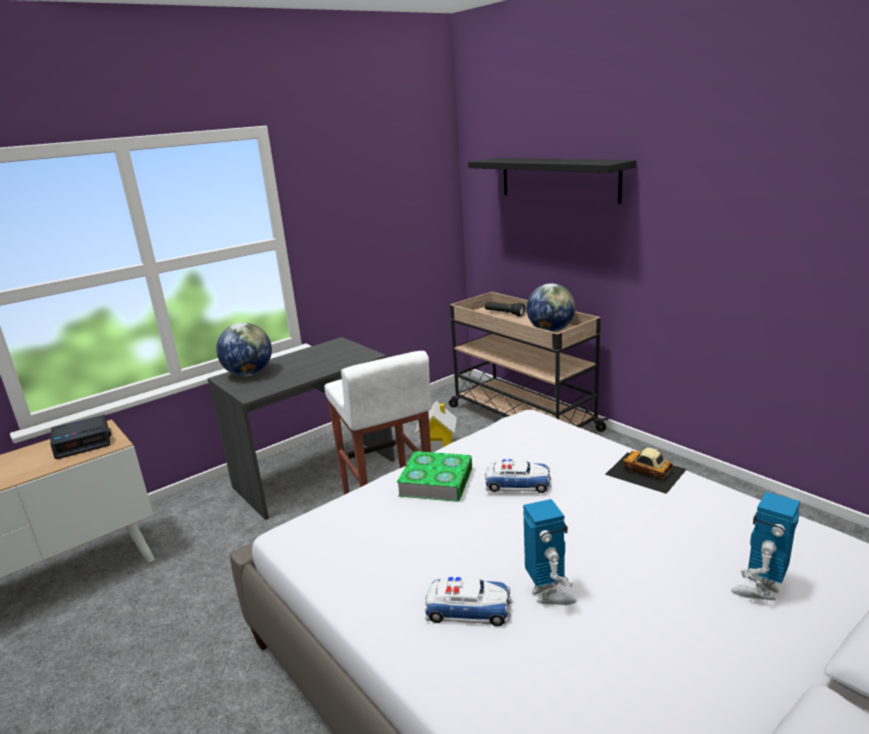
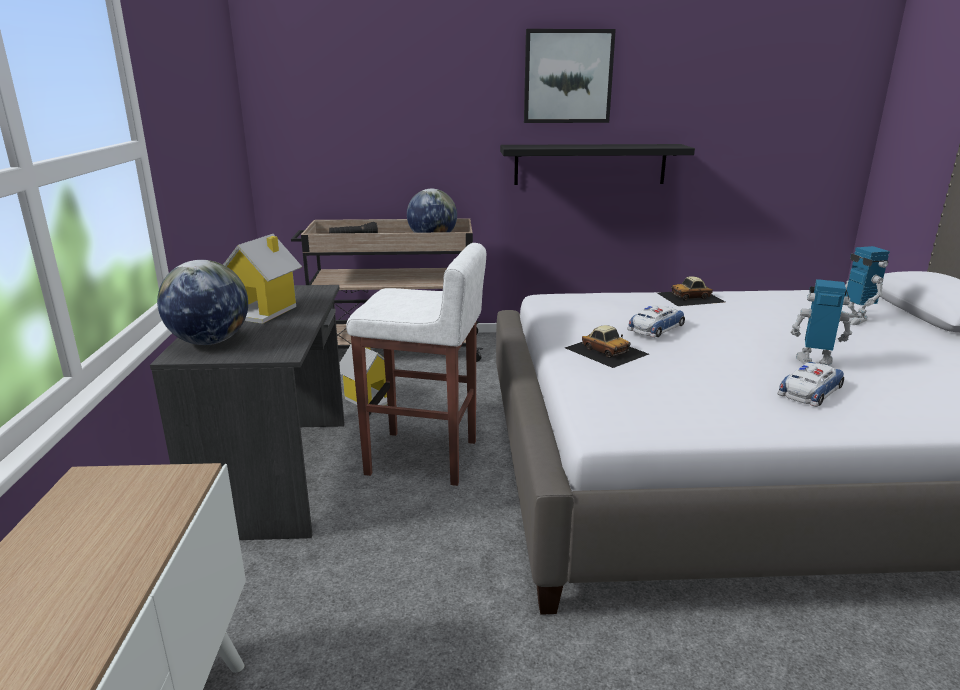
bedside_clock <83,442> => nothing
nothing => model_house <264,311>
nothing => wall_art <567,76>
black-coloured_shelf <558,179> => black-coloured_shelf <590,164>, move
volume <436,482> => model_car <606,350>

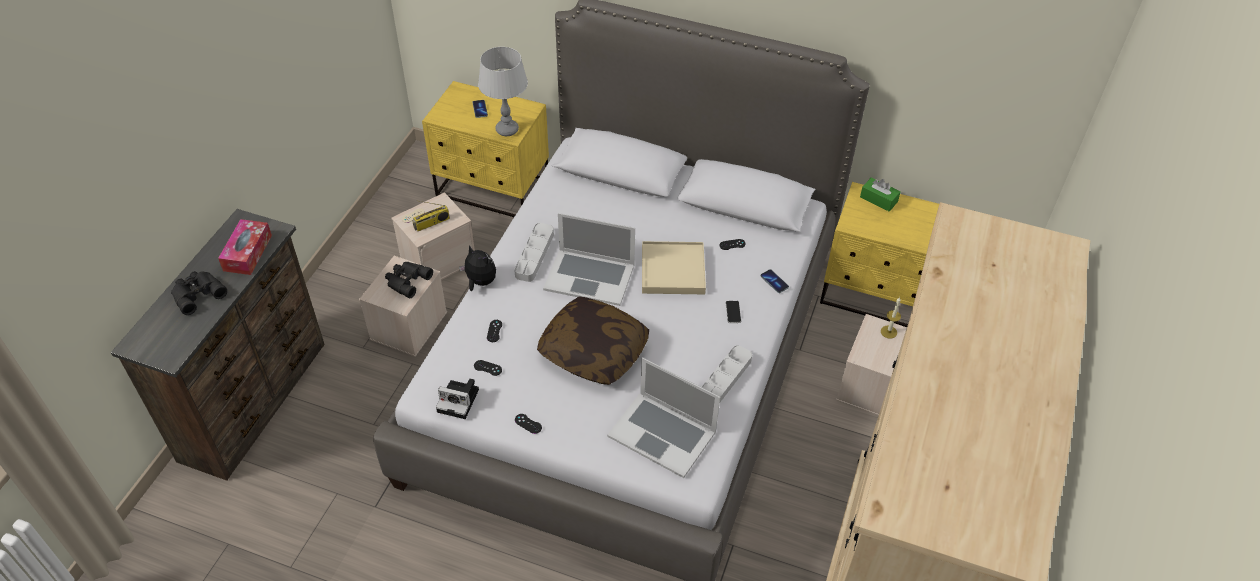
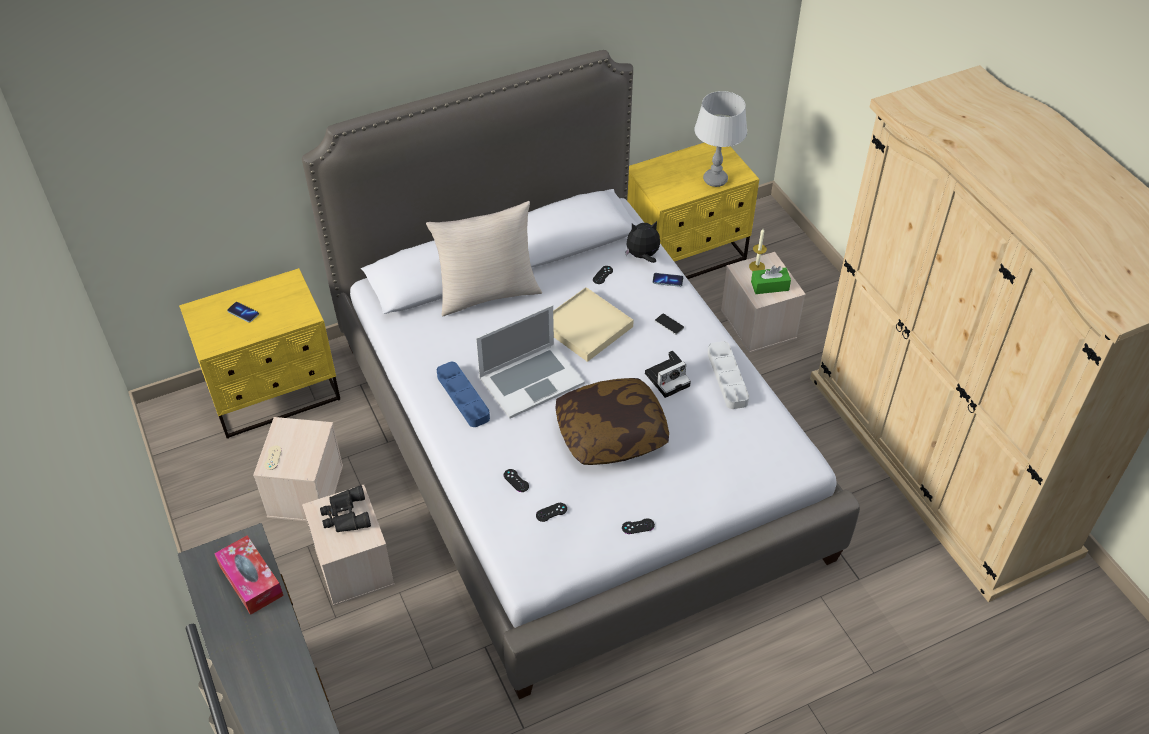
black-coloured_binoculars <197,293> => nothing
radio_receiver <431,223> => nothing
notebook_computer <662,433> => nothing
nothing => beige-coloured_throw_pillow <487,293>
photo_camera <460,400> => photo_camera <668,378>, move
soft_toy <480,282> => soft_toy <642,256>, move
gray_tabletop_lamp <507,129> => gray_tabletop_lamp <715,180>, move
greenish_tissue_holder <878,199> => greenish_tissue_holder <769,286>, move
gray_serving_tray <534,255> => blue-coloured_serving_tray <463,397>

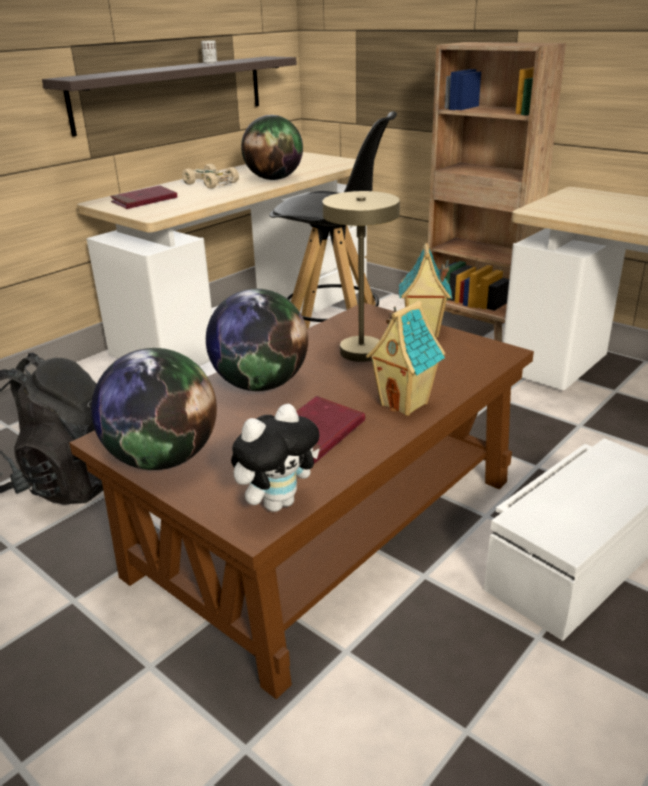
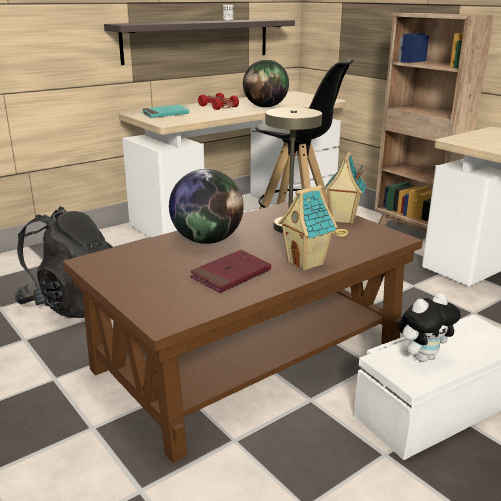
globe <163,459> => nothing
soft_toy <278,502> => soft_toy <423,356>, move
red-coloured_volume <144,201> => turquoise-coloured_volume <165,114>
beige-coloured_model_car <212,183> => red-coloured_model_car <219,107>

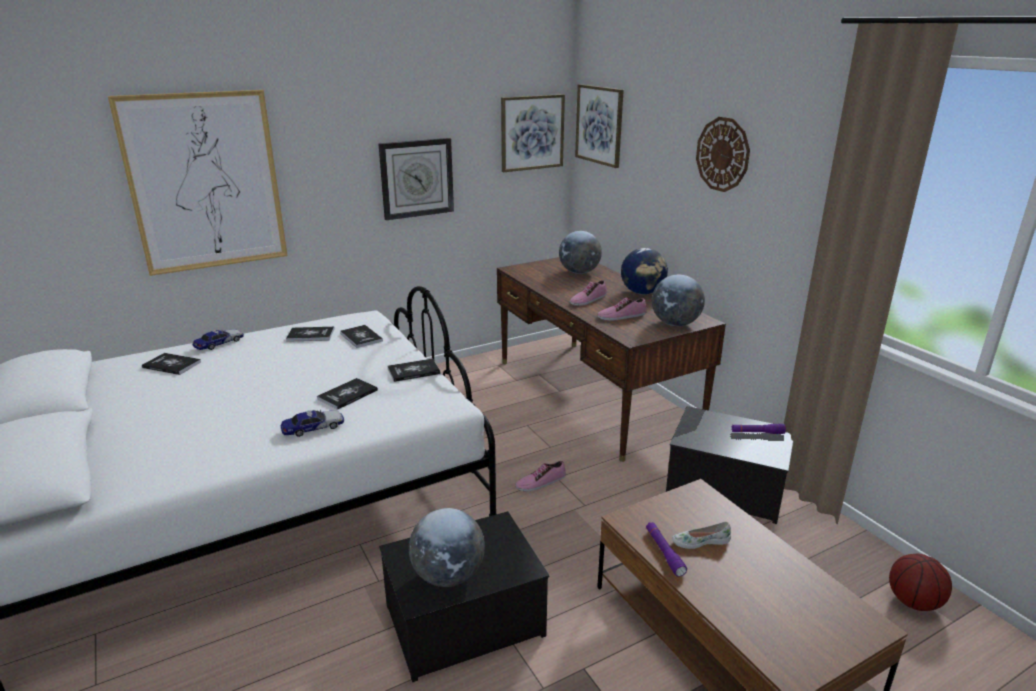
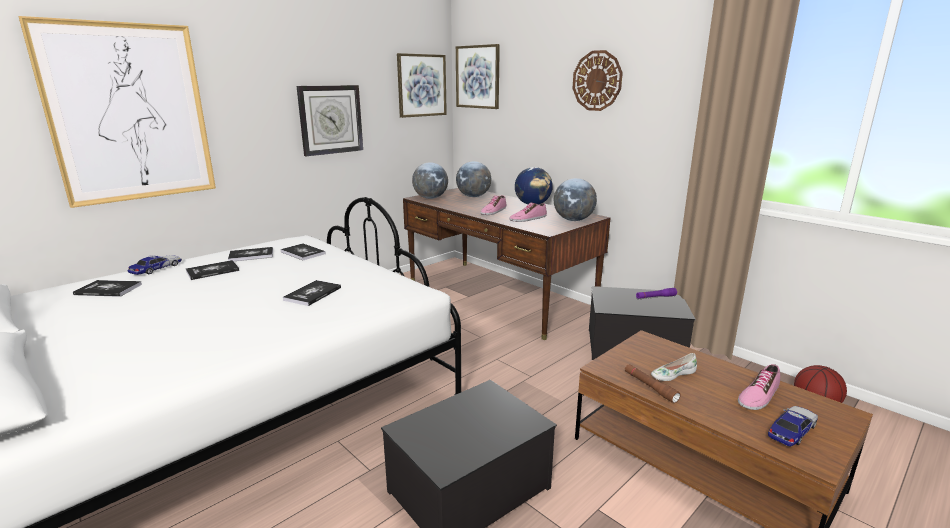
model_car <313,428> => model_car <792,431>, move
volume <413,371> => volume <212,271>, move
globe <448,575> => globe <430,198>, move
low_shoe <540,482> => low_shoe <758,395>, move
purple_torch <664,552> => brown_torch <650,387>

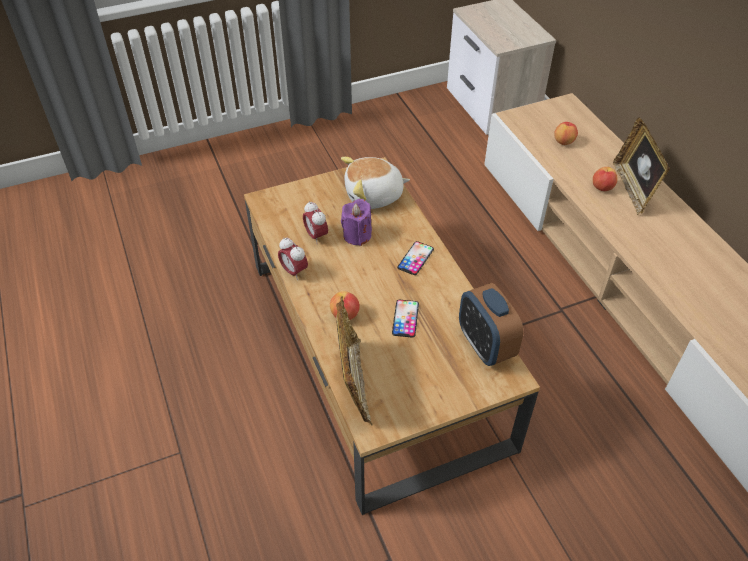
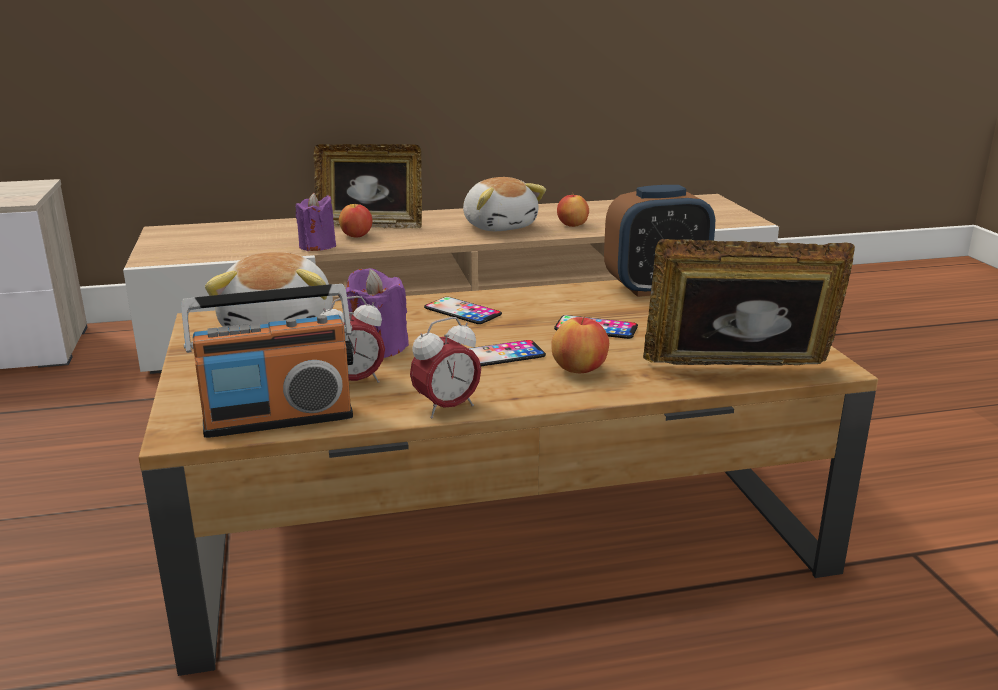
nothing => radio_receiver <278,419>
nothing => purple_wax_light <317,246>
nothing => soft_toy <500,226>
nothing => phone <500,355>
whole_apple <563,142> => whole_apple <572,225>, move

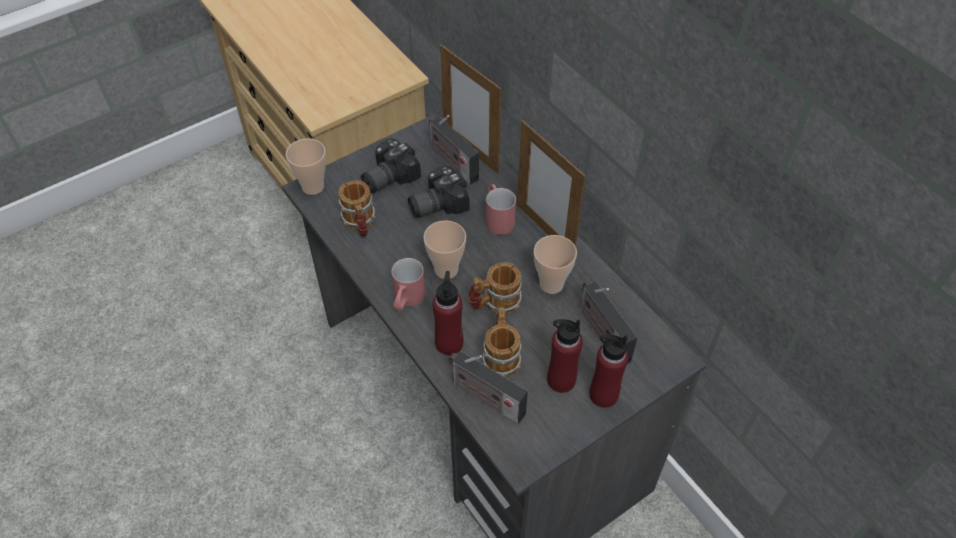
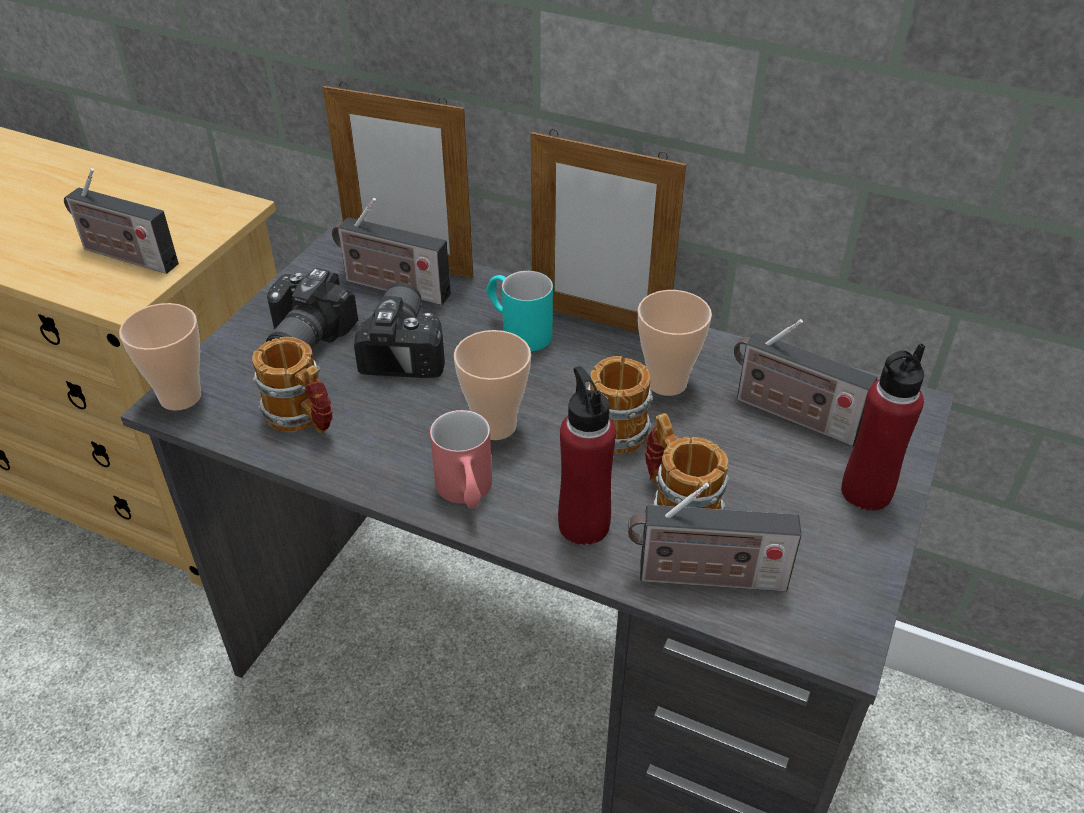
red-coloured_beverage_bottle <561,380> => nothing
nothing => radio_receiver <125,256>
red-coloured_mug <497,218> => turquoise-coloured_mug <518,330>
photo_camera <435,203> => photo_camera <408,346>, 150 degrees clockwise

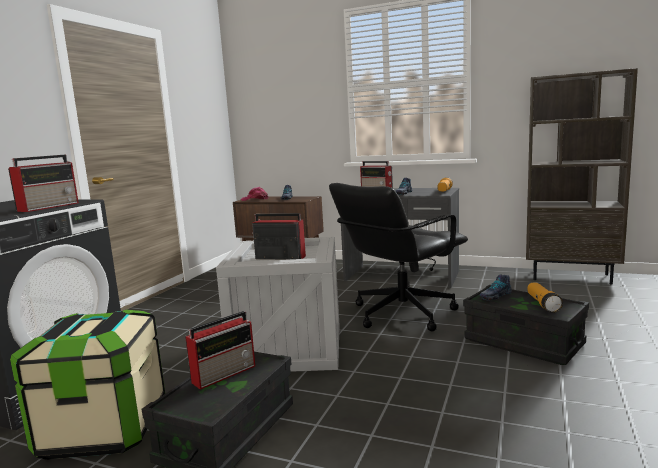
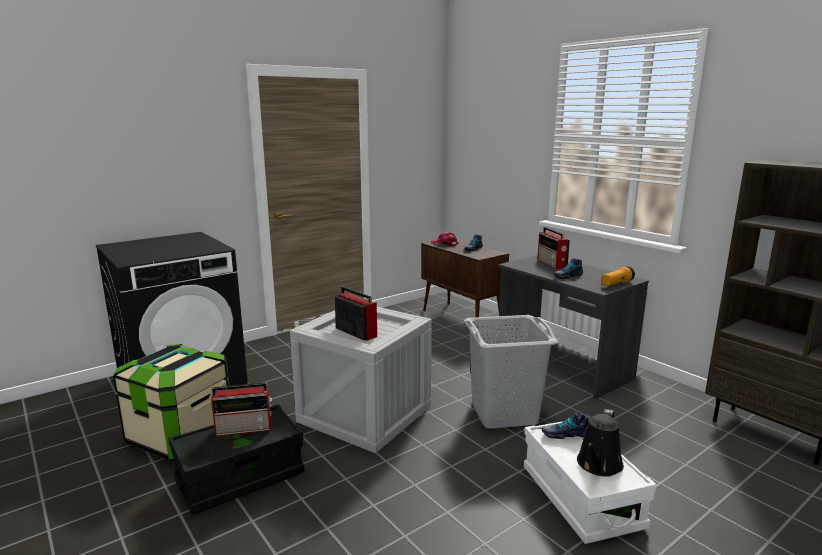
radio_receiver <50,207> => nothing
black-coloured_computer_chair <401,313> => gray_laundry_basket <503,413>
torch <543,304> => black-coloured_watering_can <598,465>
black-coloured_storage_bin <523,342> => white-coloured_storage_bin <580,498>

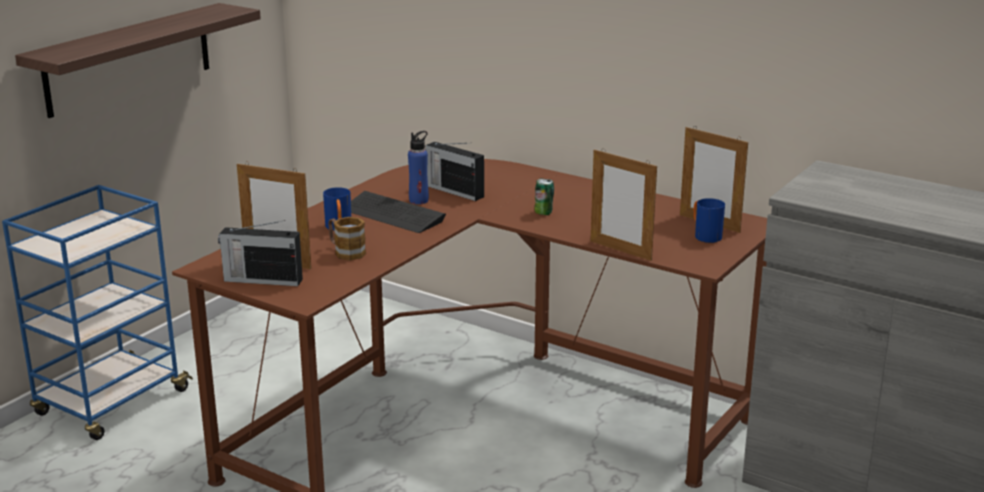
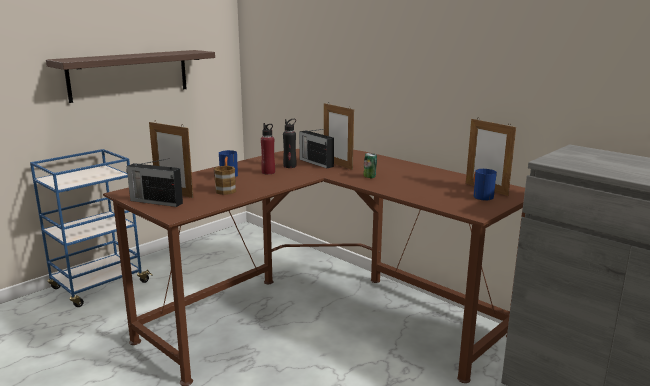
photo_frame <620,250> => photo_frame <337,164>, move
computer_keyboard <393,215> => red-coloured_beverage_bottle <268,172>
blue-coloured_beverage_bottle <419,200> => black-coloured_beverage_bottle <290,166>

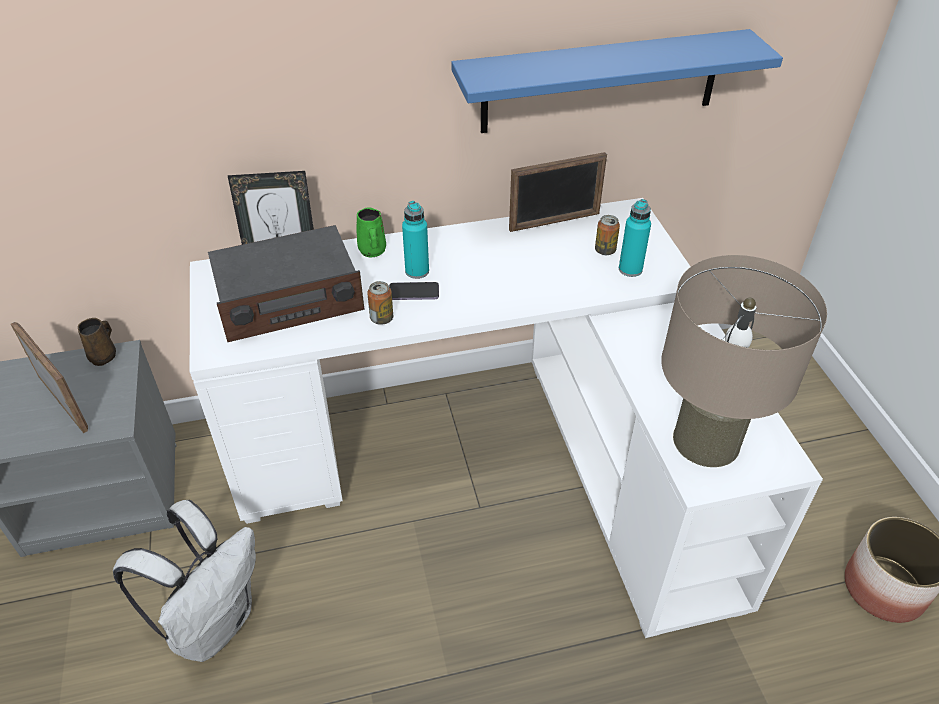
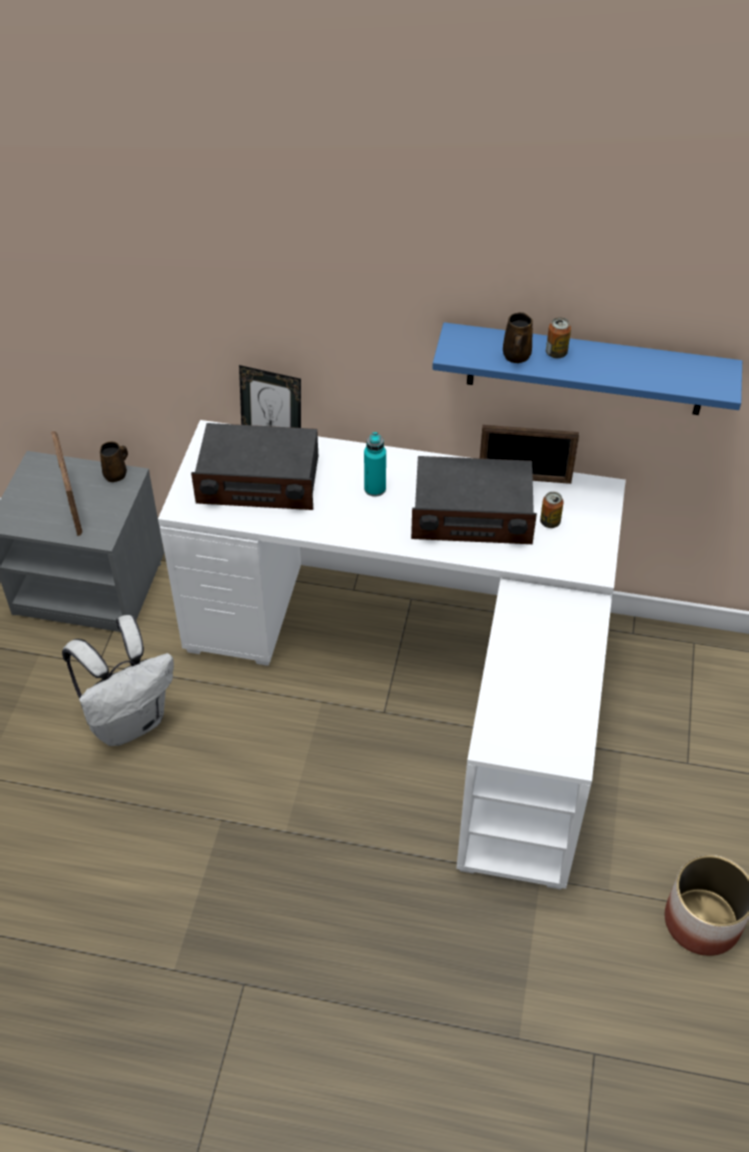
greenish_mug <372,251> => nothing
phone <414,293> => nothing
turquoise-coloured_beverage_bottle <630,269> => nothing
beige-coloured_tabletop_lamp <706,440> => nothing
nothing => radio_receiver <472,514>
nothing => brown_mug <516,356>
sealed_can <382,318> => sealed_can <556,353>, move

